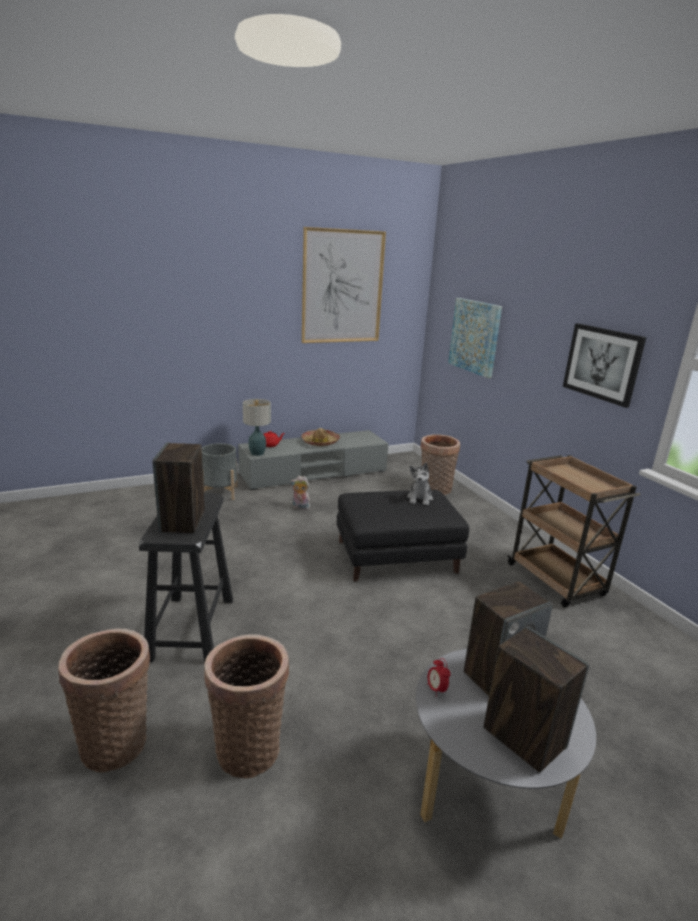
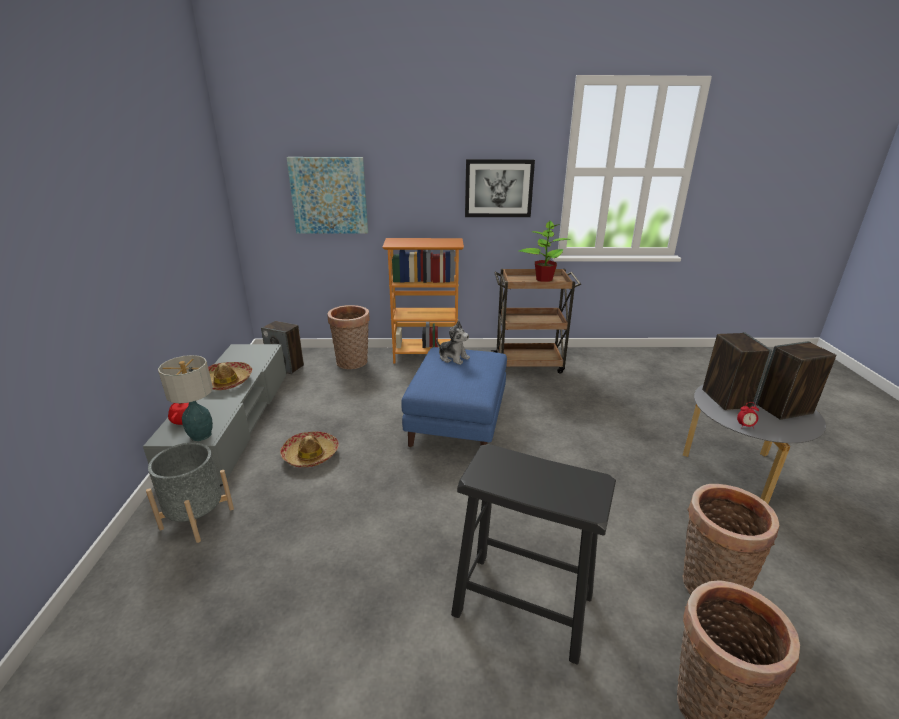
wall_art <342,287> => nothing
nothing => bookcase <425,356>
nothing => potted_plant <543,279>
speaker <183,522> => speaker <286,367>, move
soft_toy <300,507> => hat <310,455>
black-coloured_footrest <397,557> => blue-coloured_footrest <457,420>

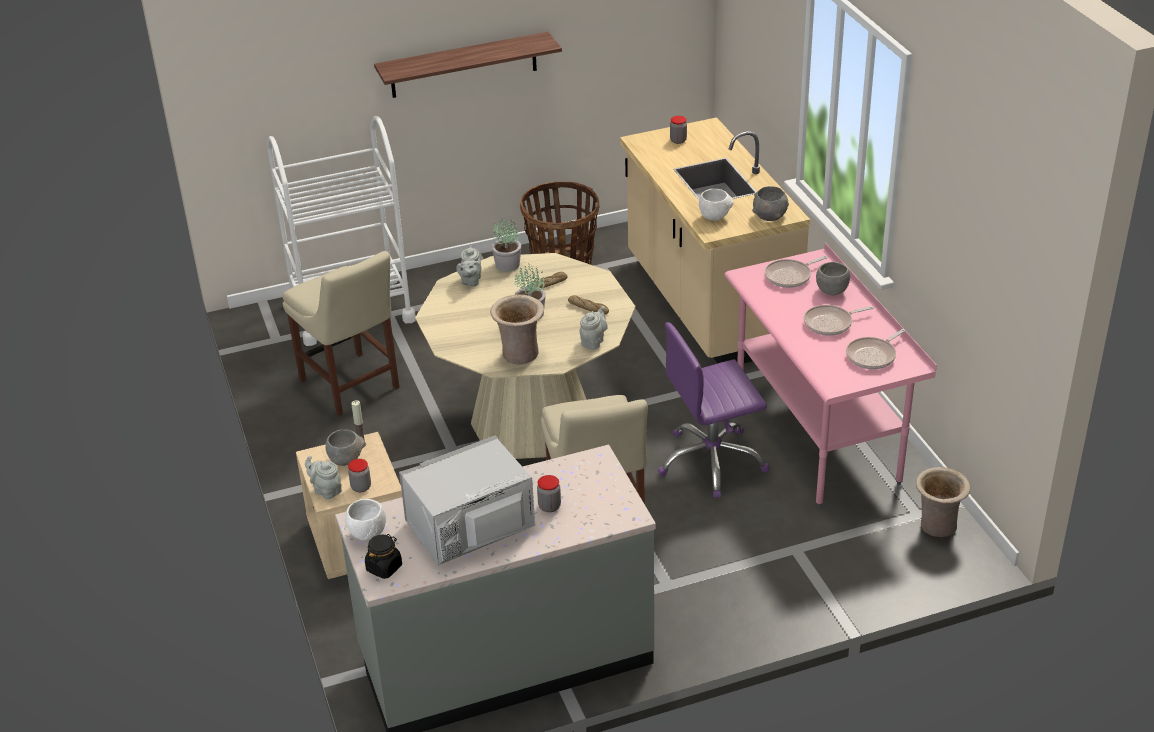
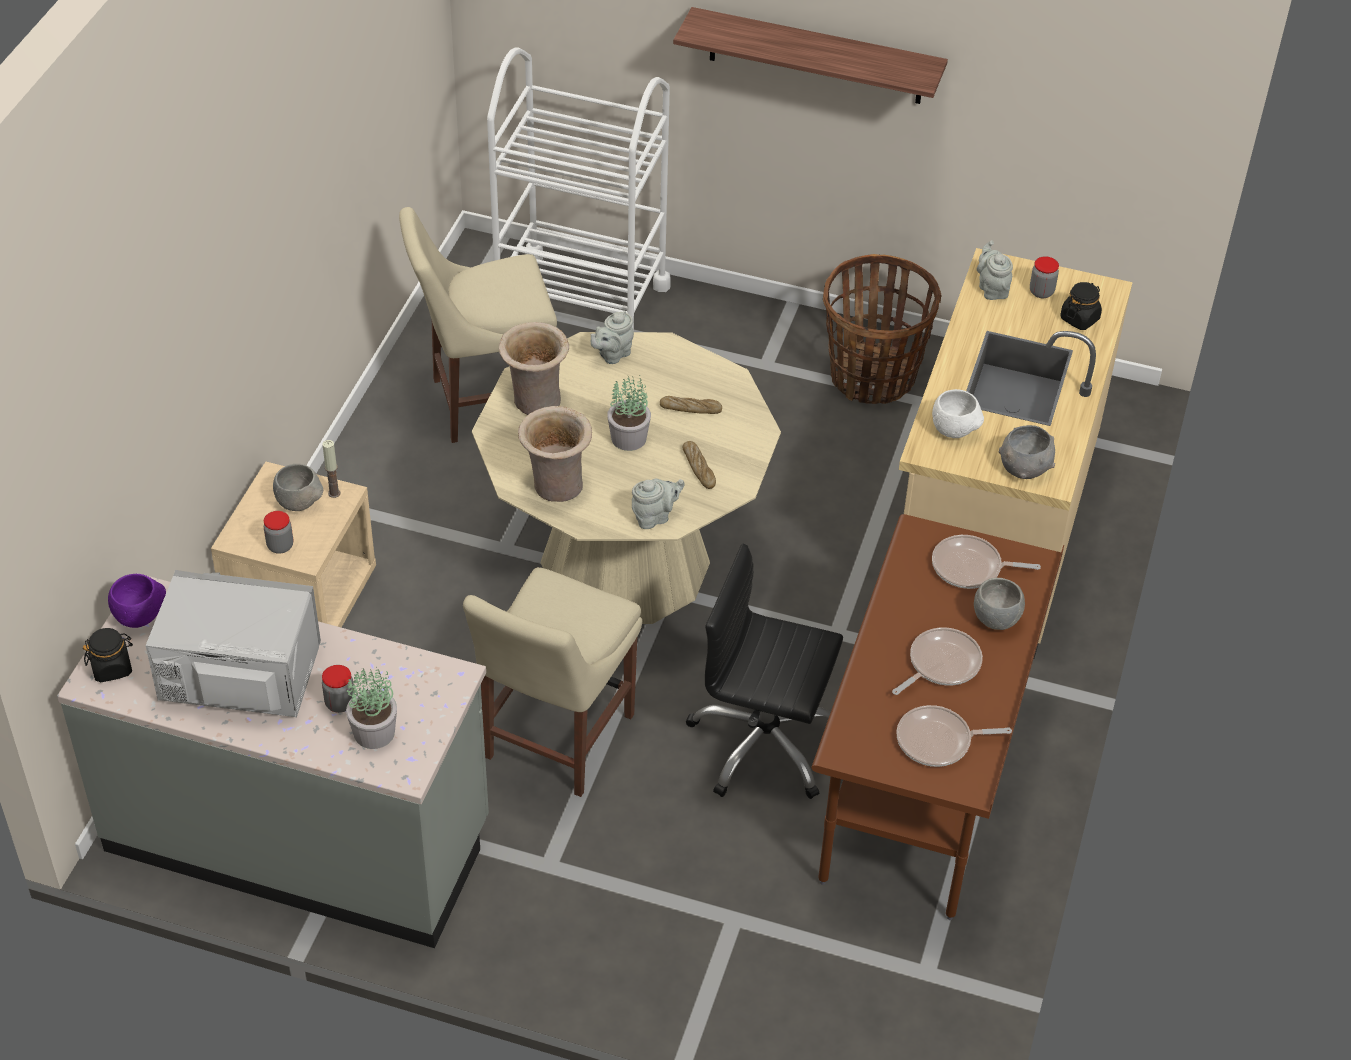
nothing => black-coloured_preserve_jar <1079,318>
gray_pot_for_tea <326,490> => gray_pot_for_tea <992,288>, move
potted_plant <508,265> => potted_plant <375,733>, move
beige-coloured_vase <937,527> => beige-coloured_vase <535,401>, move
white-coloured_bowl <368,534> => purple_bowl <140,618>
purple_computer_chair <711,462> => black-coloured_computer_chair <764,744>
pinkish_desk_table <817,438> => brown_desk_table <920,793>
beige-coloured_chair <351,386> => beige-coloured_chair <484,402>, 75 degrees clockwise
pan <830,323> => pan <941,664>, 120 degrees clockwise

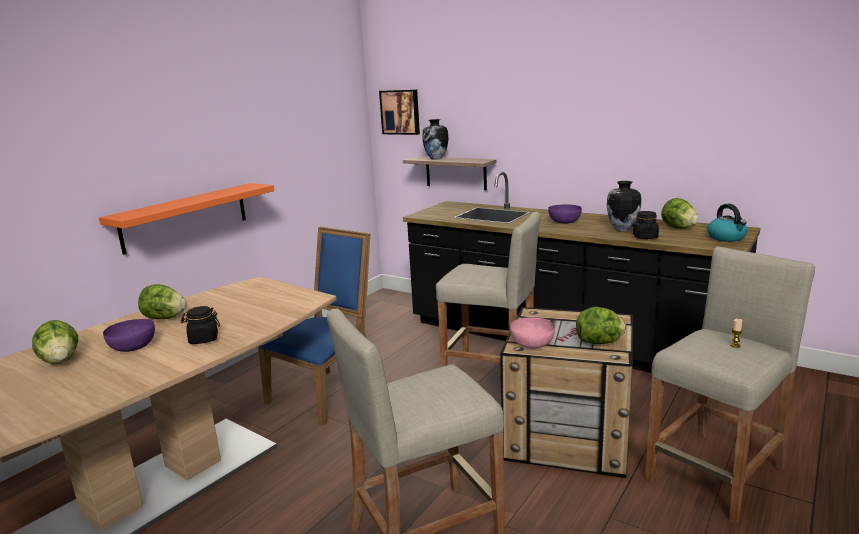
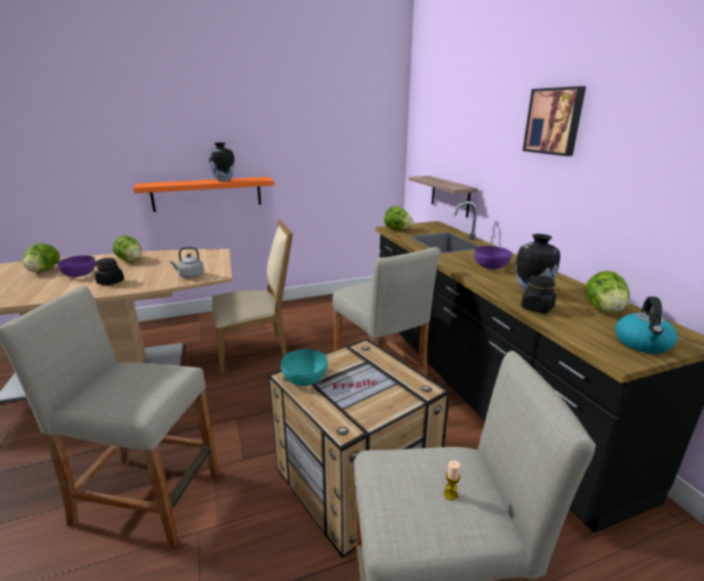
nothing => gray_tea_kettle <190,276>
wall_art <400,112> => wall_art <554,121>, move
vase <436,158> => vase <223,181>, move
lettuce_head <599,342> => lettuce_head <397,230>, move
blue-coloured_chair <326,392> => beige-coloured_chair <255,350>
pinkish_bowl <531,344> => turquoise-coloured_bowl <305,378>

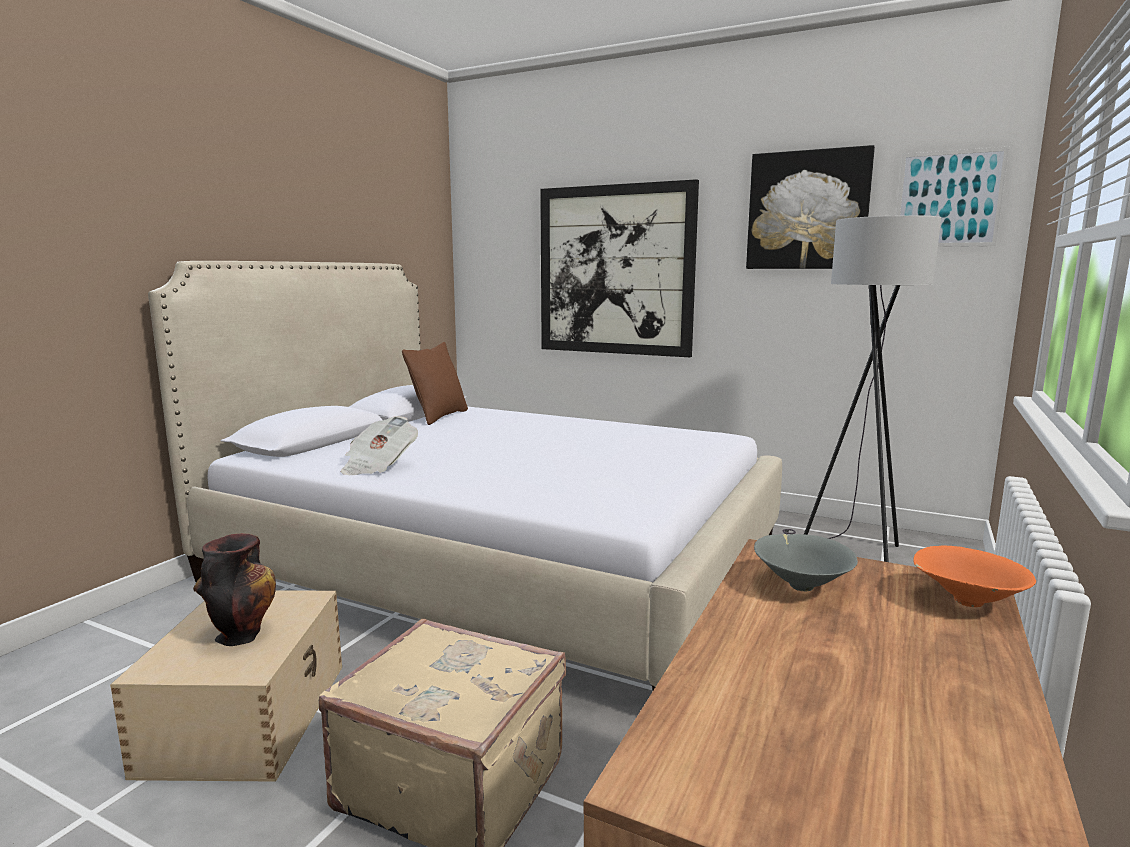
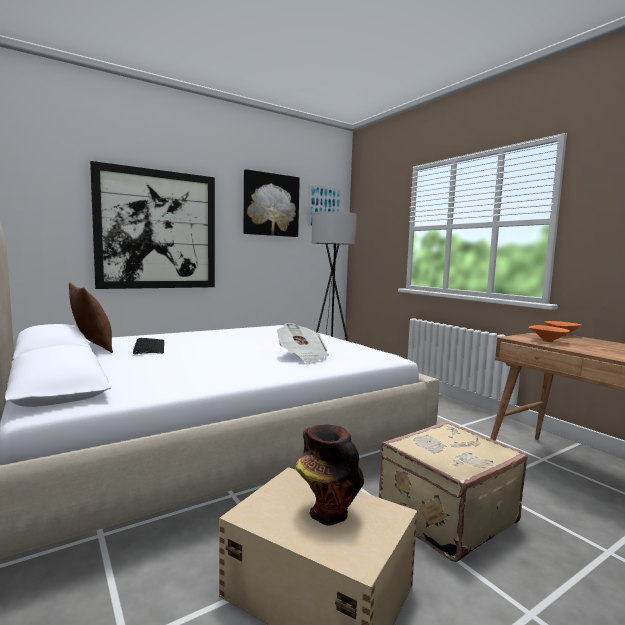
nothing => computer_keyboard <149,347>
daily_paper <378,466> => daily_paper <302,357>, move
gray_bowl <800,585> => orange-coloured_bowl <546,341>

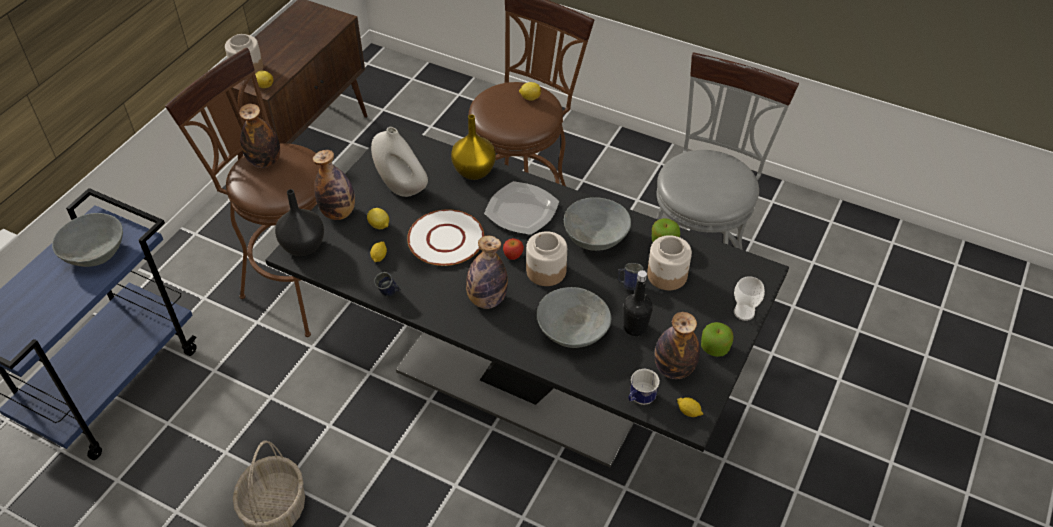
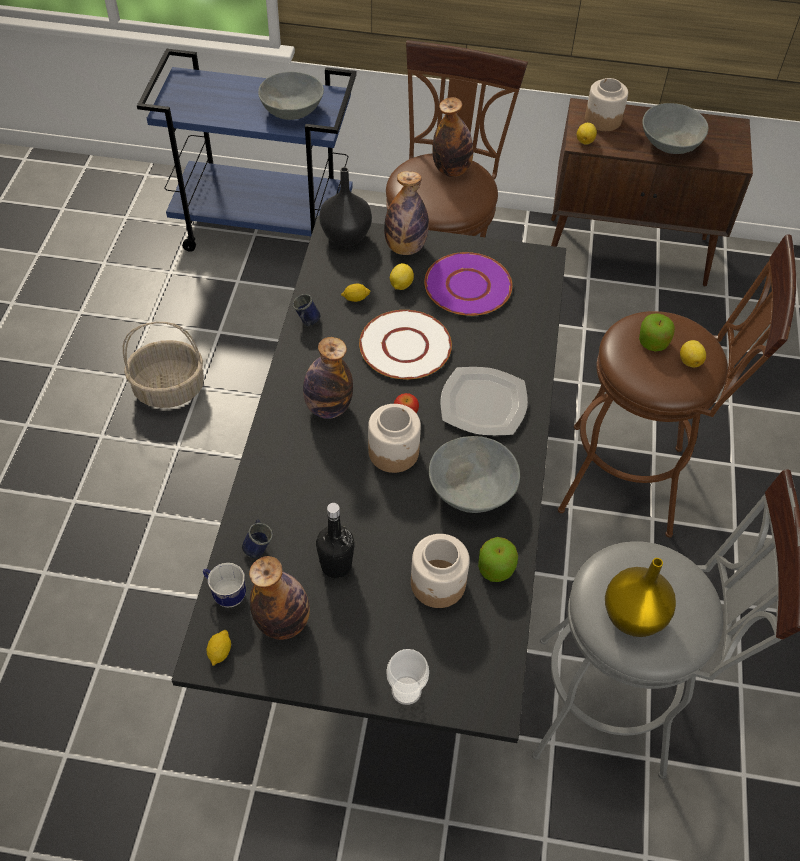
yellowish_vase <473,172> => yellowish_vase <631,615>, move
gray_bowl <571,331> => gray_bowl <669,143>, move
blue-coloured_mug <629,284> => blue-coloured_mug <258,546>, move
whole_apple <715,347> => whole_apple <653,342>, move
white-coloured_vase <402,187> => purple_plate <468,286>

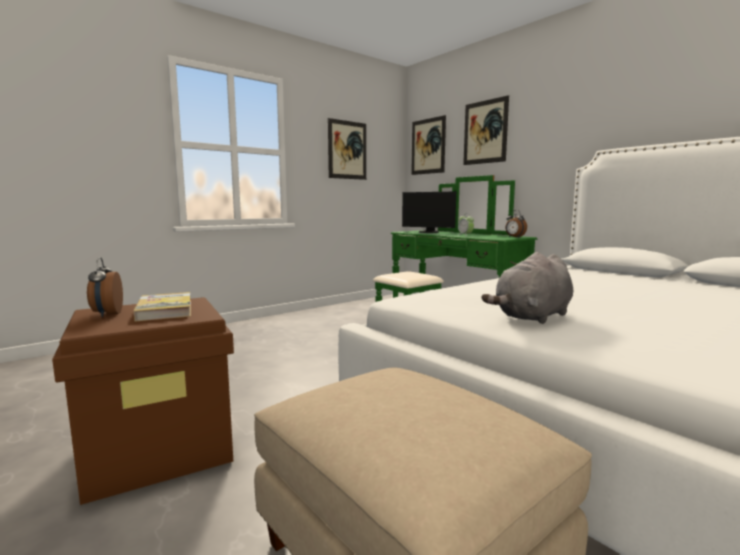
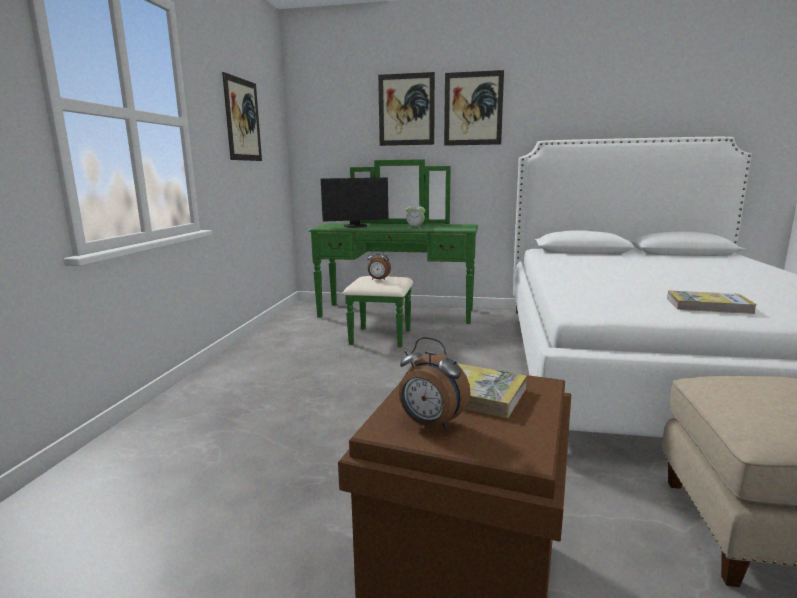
wall_art <428,146> => wall_art <473,109>, move
bedside_clock <514,237> => bedside_clock <378,280>, move
gray_soft_toy <532,317> => volume <708,306>

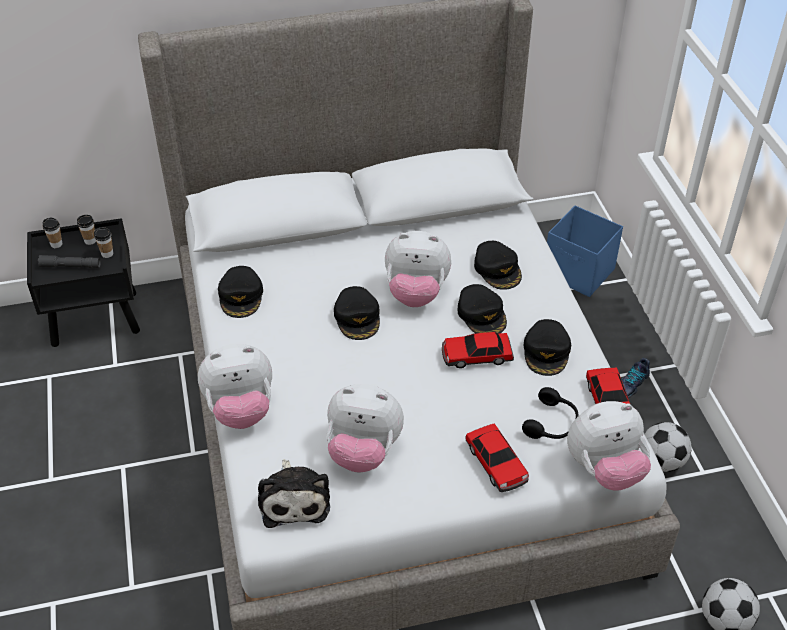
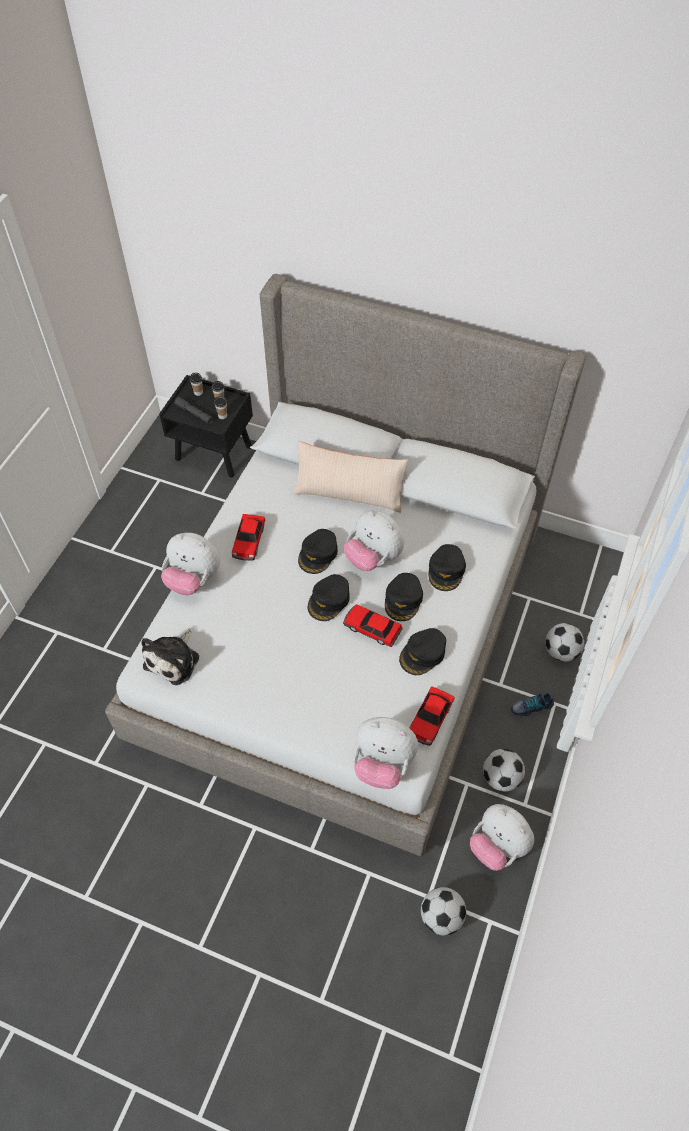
black-coloured_headset <552,423> => nothing
blue-coloured_storage_bin <579,273> => nothing
nothing => beige-coloured_throw_pillow <349,493>
nothing => football_ball <561,652>
black-coloured_peaked_cap <241,296> => black-coloured_peaked_cap <329,600>, move
soft_toy <363,452> => soft_toy <497,846>, move
model_car <496,463> => model_car <249,541>, move

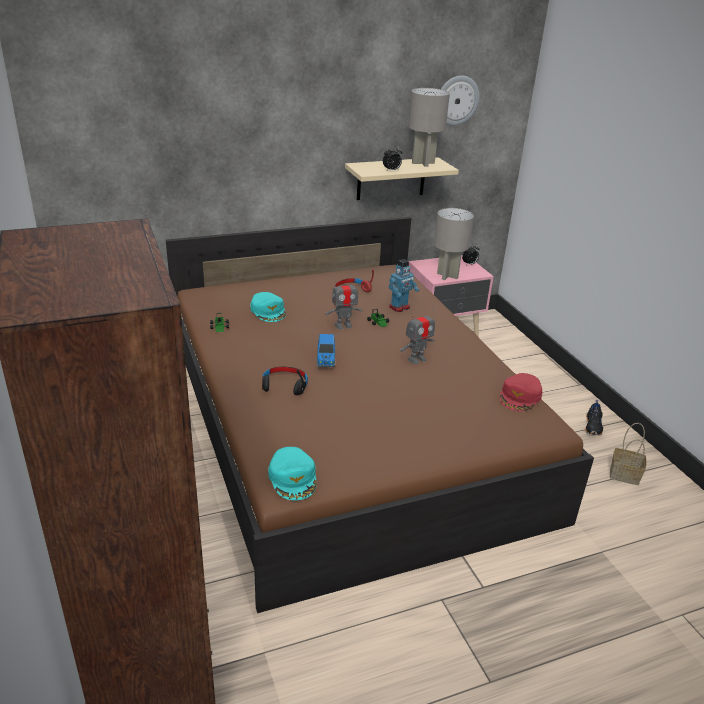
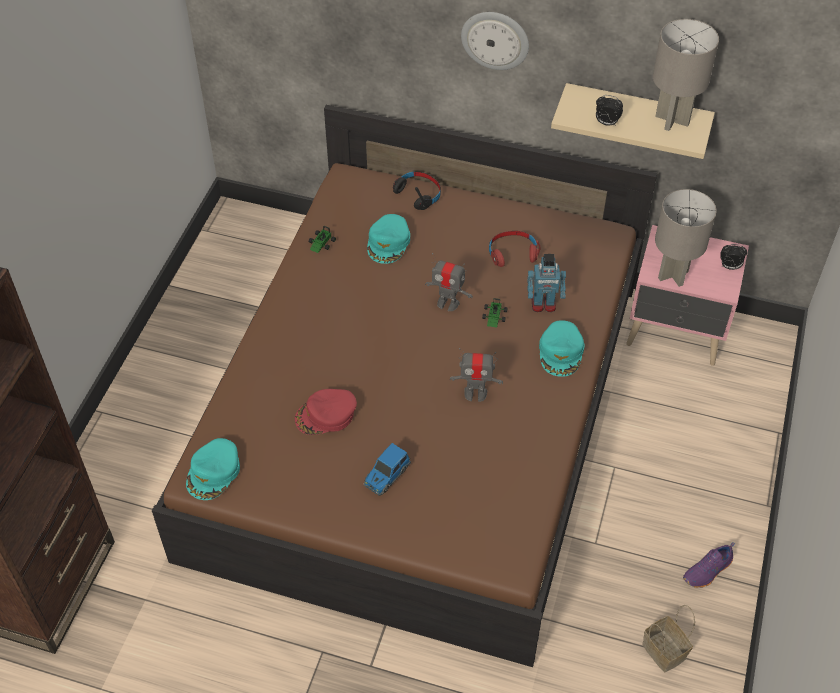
nothing => turquoise-coloured_peaked_cap <561,352>
black-coloured_headset <284,385> => black-coloured_headset <418,194>, move
model_car <326,359> => model_car <386,475>, move
wall_clock <457,100> => wall_clock <495,39>, move
red-coloured_peaked_cap <520,397> => red-coloured_peaked_cap <326,415>, move
black-coloured_low_shoe <593,426> => purple_low_shoe <708,571>

